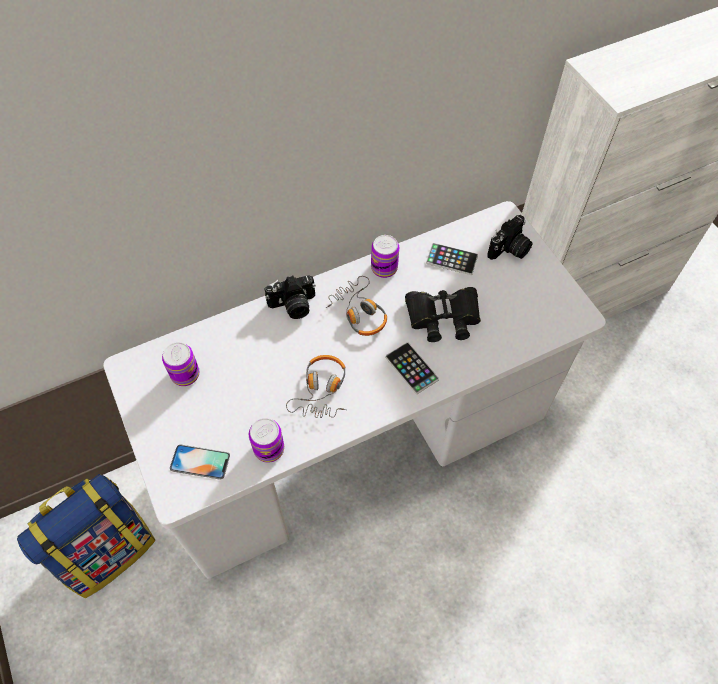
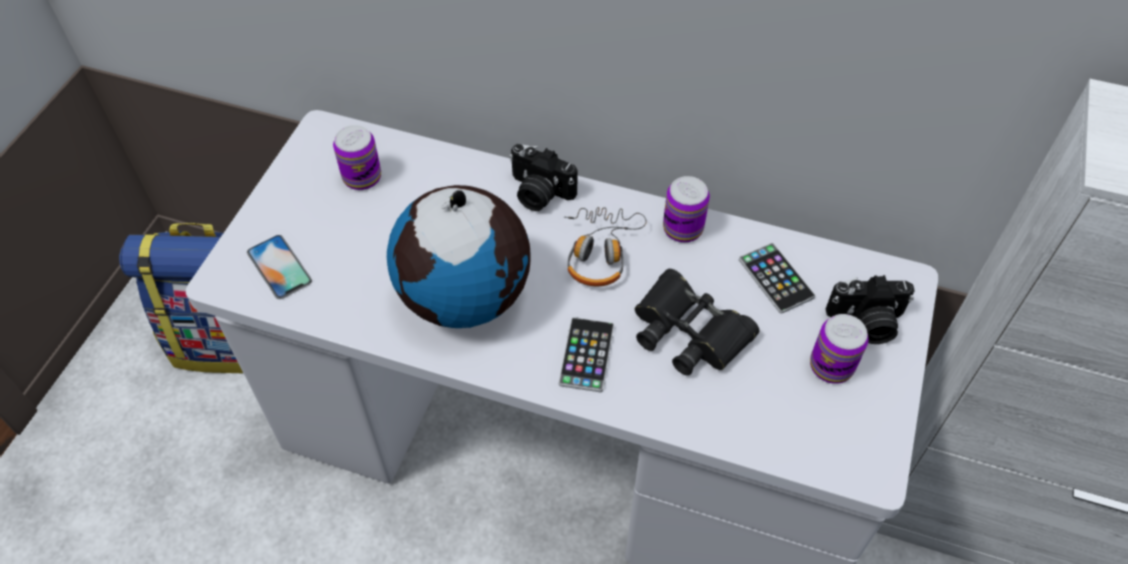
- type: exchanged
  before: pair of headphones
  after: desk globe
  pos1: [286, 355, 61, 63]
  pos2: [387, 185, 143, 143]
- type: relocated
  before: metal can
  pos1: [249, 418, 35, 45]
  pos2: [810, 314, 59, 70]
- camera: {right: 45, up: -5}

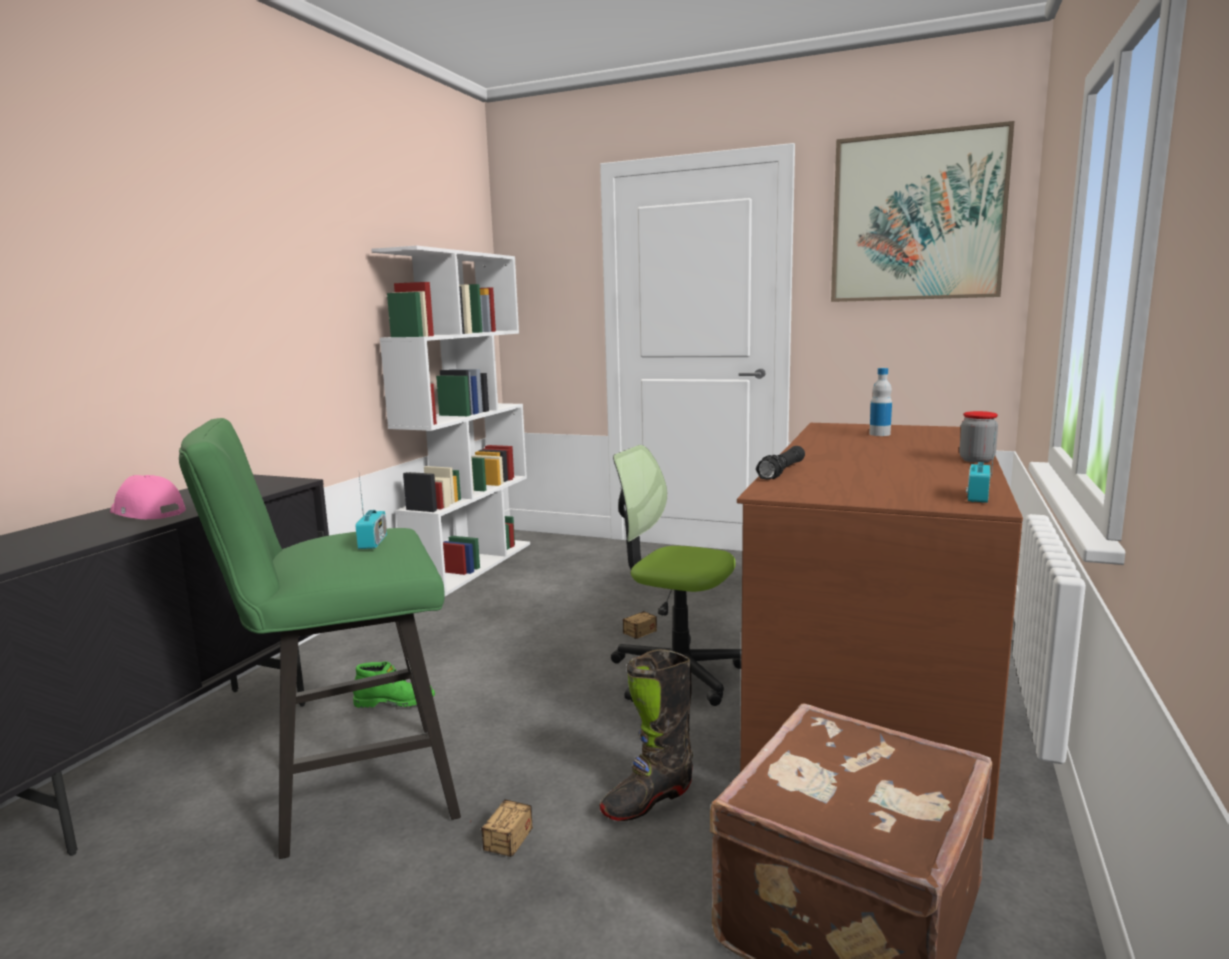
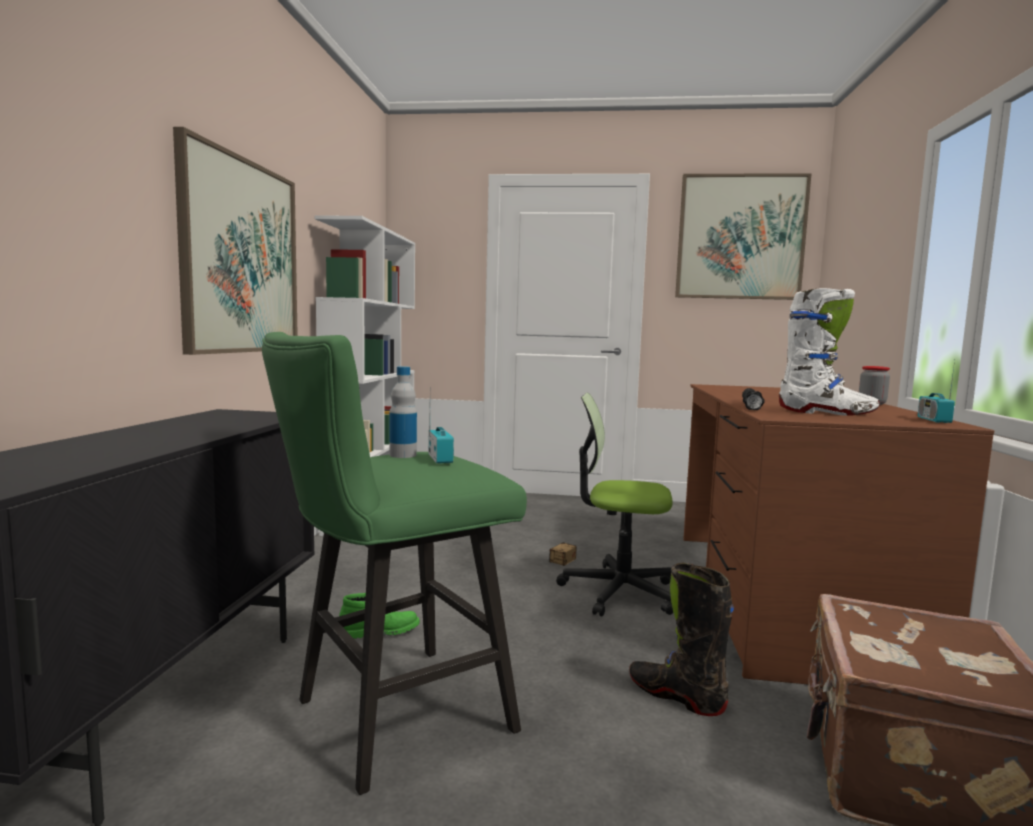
- type: relocated
  before: drink bottle
  pos1: [869, 368, 23, 68]
  pos2: [389, 366, 28, 92]
- type: missing
  before: pinkish baseball cap
  pos1: [110, 475, 76, 44]
- type: spun
  before: blackish boot
  pos1: [599, 649, 94, 172]
  pos2: [630, 563, 104, 153]
  turn: 90
- type: missing
  before: storage container
  pos1: [470, 800, 63, 57]
- type: appeared
  after: wall picture
  pos2: [173, 127, 125, 228]
- type: appeared
  after: white-coloured boot
  pos2: [779, 288, 101, 128]
- camera: {right: -15, up: -5}

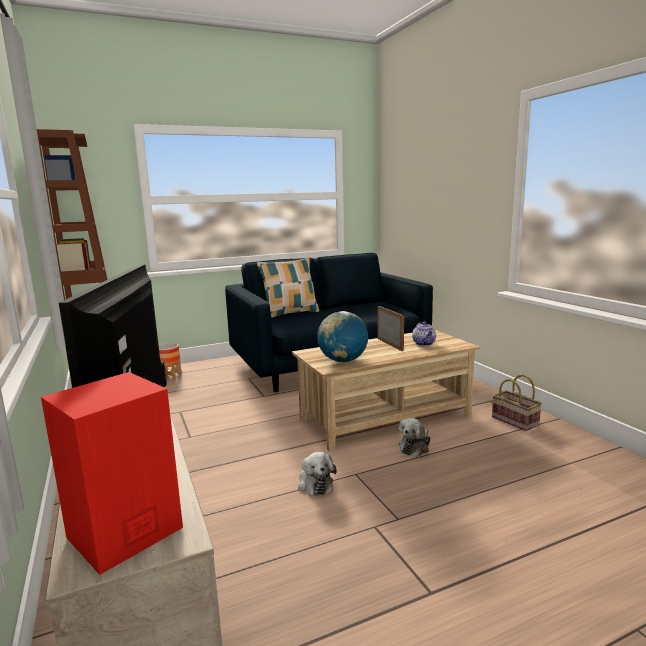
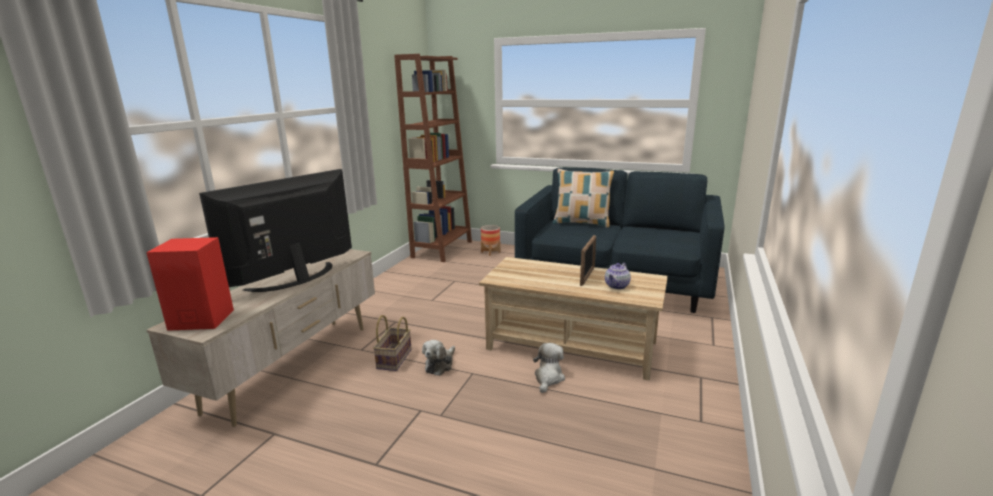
- type: missing
  before: desk globe
  pos1: [317, 311, 51, 51]
- type: relocated
  before: household basket
  pos1: [492, 374, 50, 57]
  pos2: [373, 315, 39, 56]
- type: spun
  before: soft toy
  pos1: [399, 418, 32, 39]
  pos2: [533, 343, 32, 50]
  turn: 120
- camera: {right: 45, up: 5}

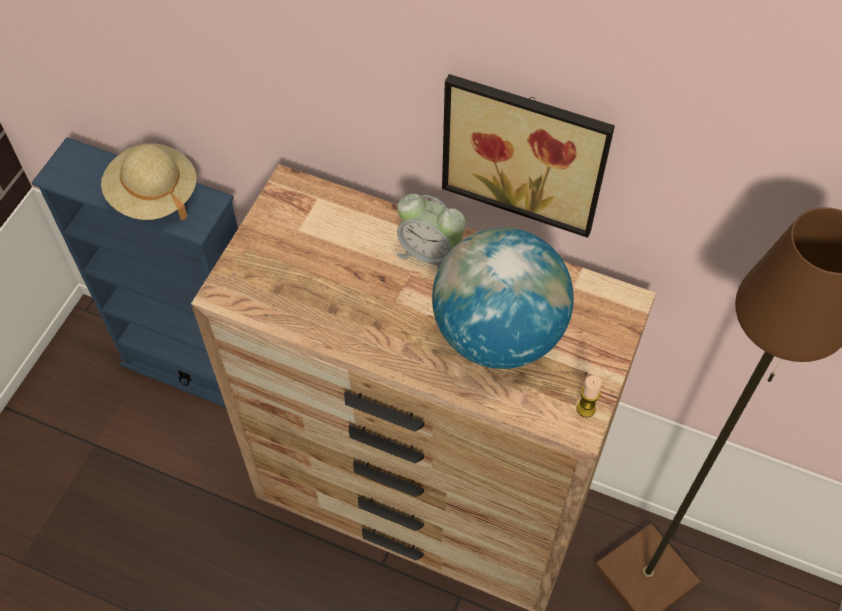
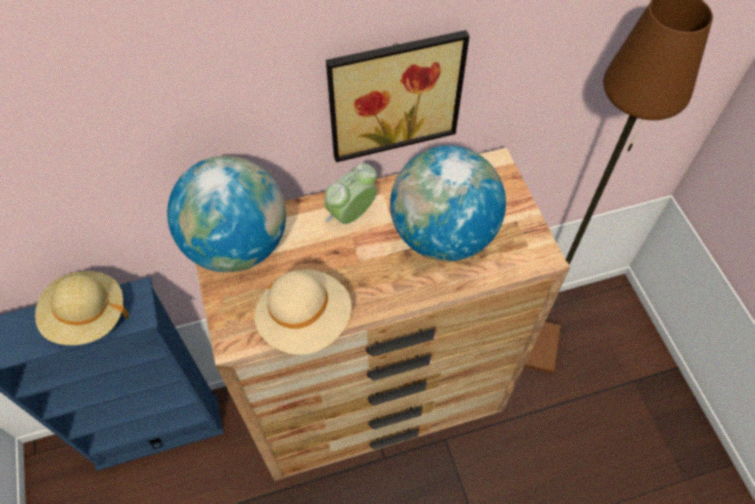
- type: spun
  before: alarm clock
  pos1: [397, 194, 69, 75]
  pos2: [324, 163, 53, 61]
  turn: 150
- type: missing
  before: candle
  pos1: [576, 375, 26, 42]
- type: appeared
  after: desk globe
  pos2: [167, 156, 119, 116]
- type: appeared
  after: beige-coloured clothing hat
  pos2: [254, 269, 98, 86]
- camera: {right: -40, up: 0}

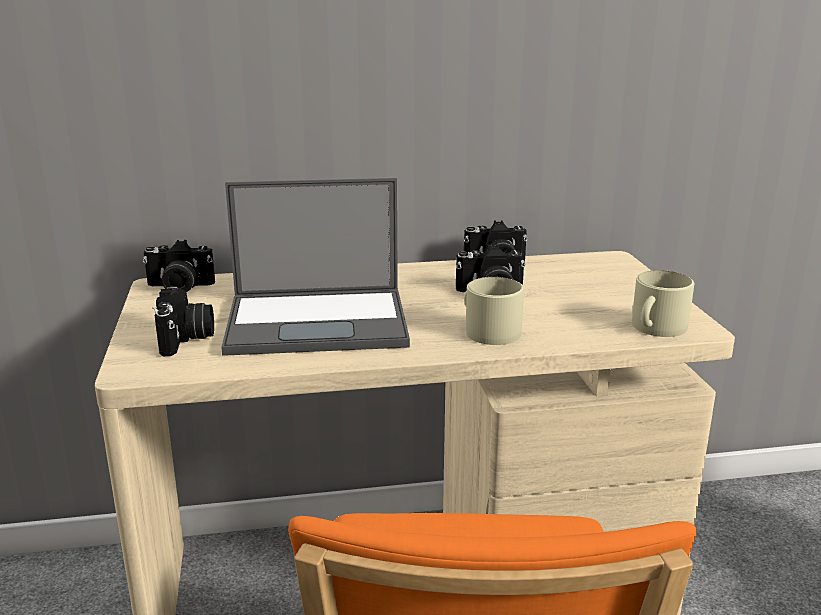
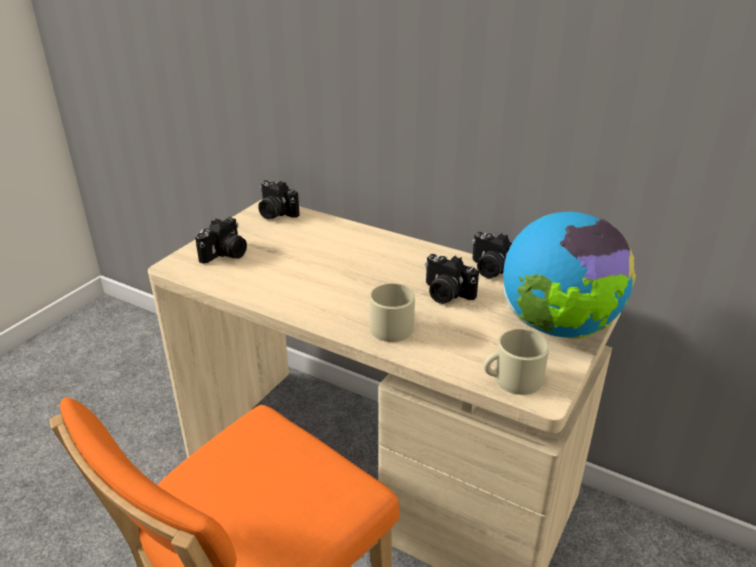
- type: missing
  before: notebook computer
  pos1: [221, 178, 189, 178]
- type: appeared
  after: desk globe
  pos2: [503, 212, 133, 127]
- camera: {right: 40, up: 10}

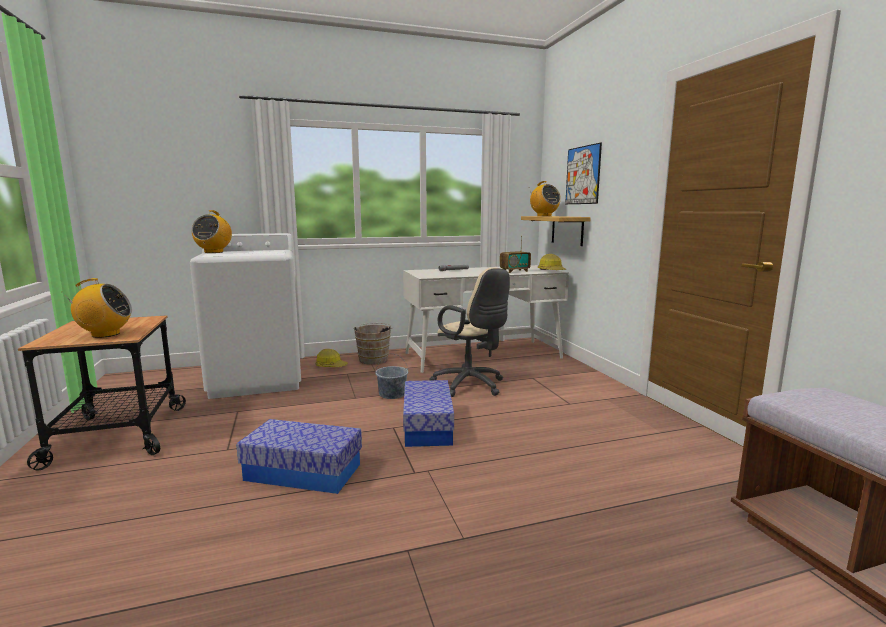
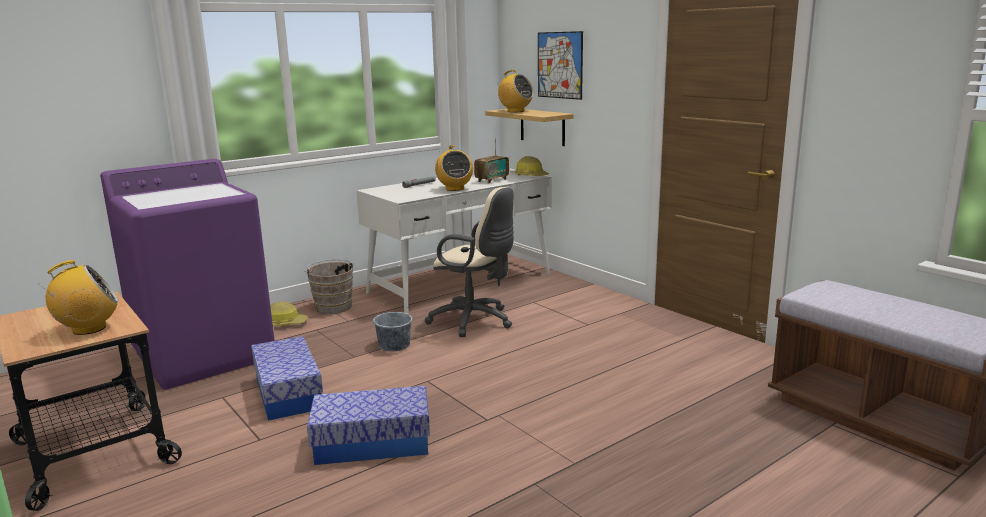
- type: relocated
  before: radio receiver
  pos1: [192, 210, 40, 43]
  pos2: [435, 145, 38, 46]
- type: colour
  before: white-coloured laundry machine
  after: purplish laundry machine
  pos1: [190, 233, 111, 166]
  pos2: [100, 159, 175, 231]
- type: relocated
  before: storage container
  pos1: [403, 380, 51, 67]
  pos2: [251, 336, 72, 85]
- camera: {right: -20, up: 5}

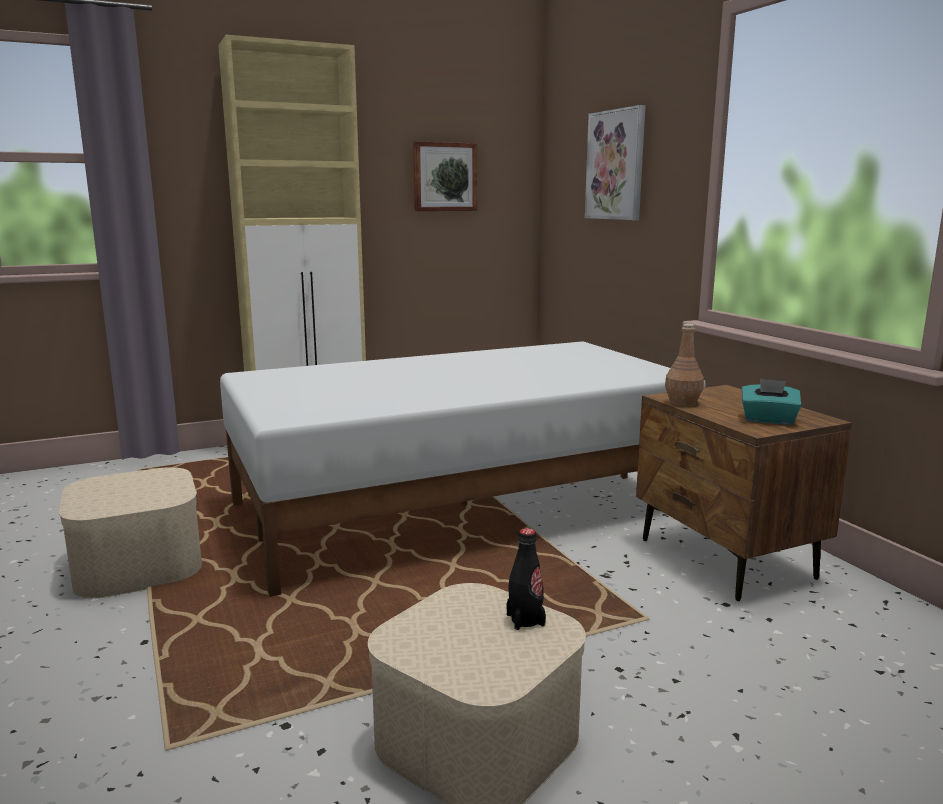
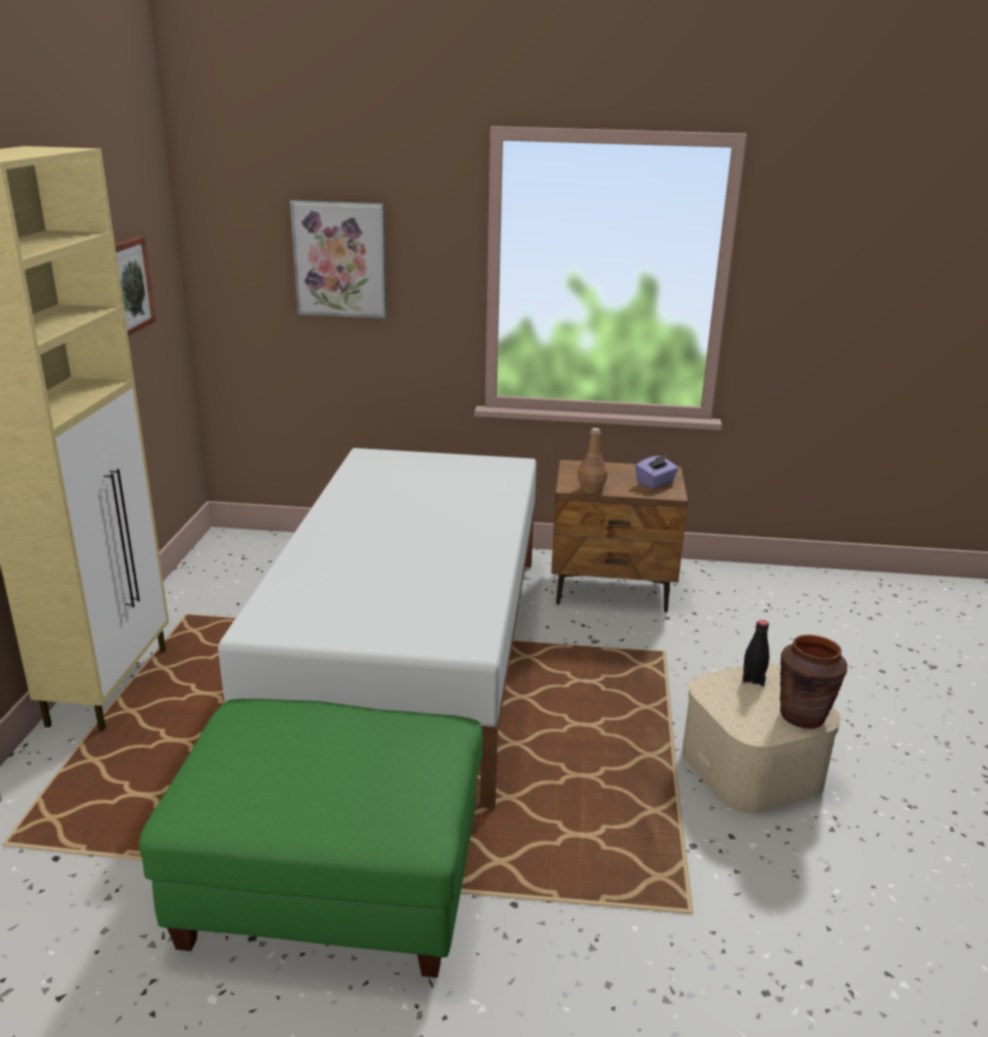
- type: colour
  before: turquoise tissue box
  after: purplish tissue box
  pos1: [741, 379, 61, 45]
  pos2: [635, 454, 44, 35]
- type: exchanged
  before: beige-coloured storage container
  after: green-coloured pouffe
  pos1: [59, 467, 143, 132]
  pos2: [139, 699, 344, 279]
- type: appeared
  after: brown vase
  pos2: [780, 635, 67, 94]
- camera: {right: -60, up: 10}

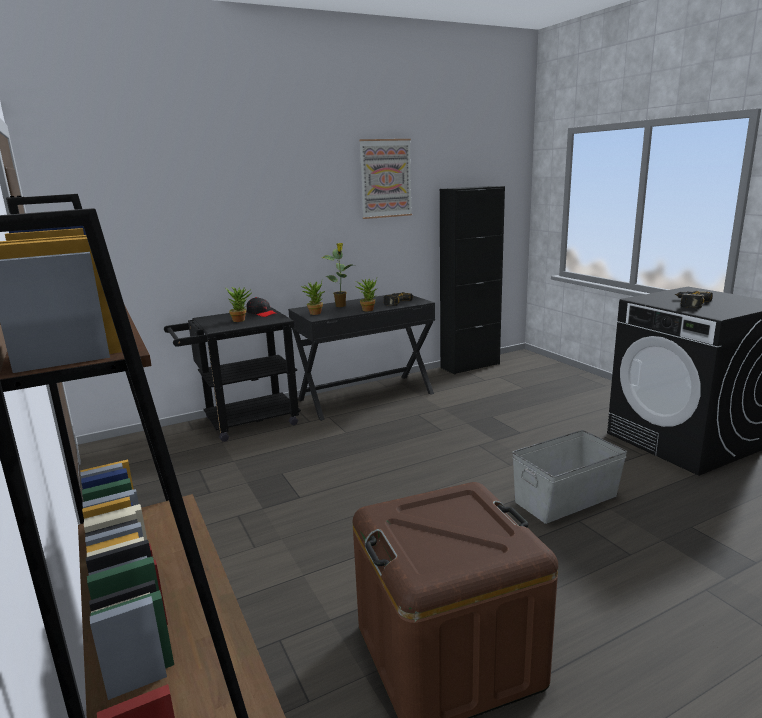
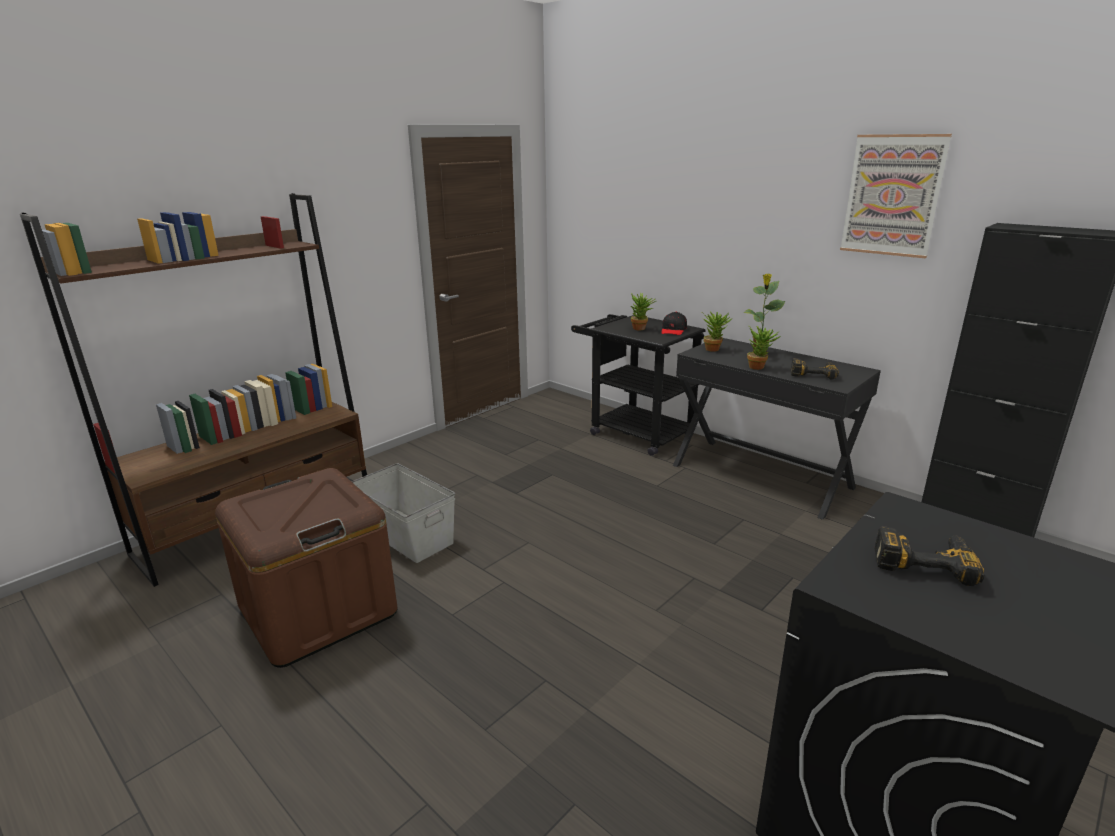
- type: relocated
  before: grey storage container
  pos1: [512, 430, 115, 94]
  pos2: [352, 463, 103, 100]
- camera: {right: 70, up: 5}

